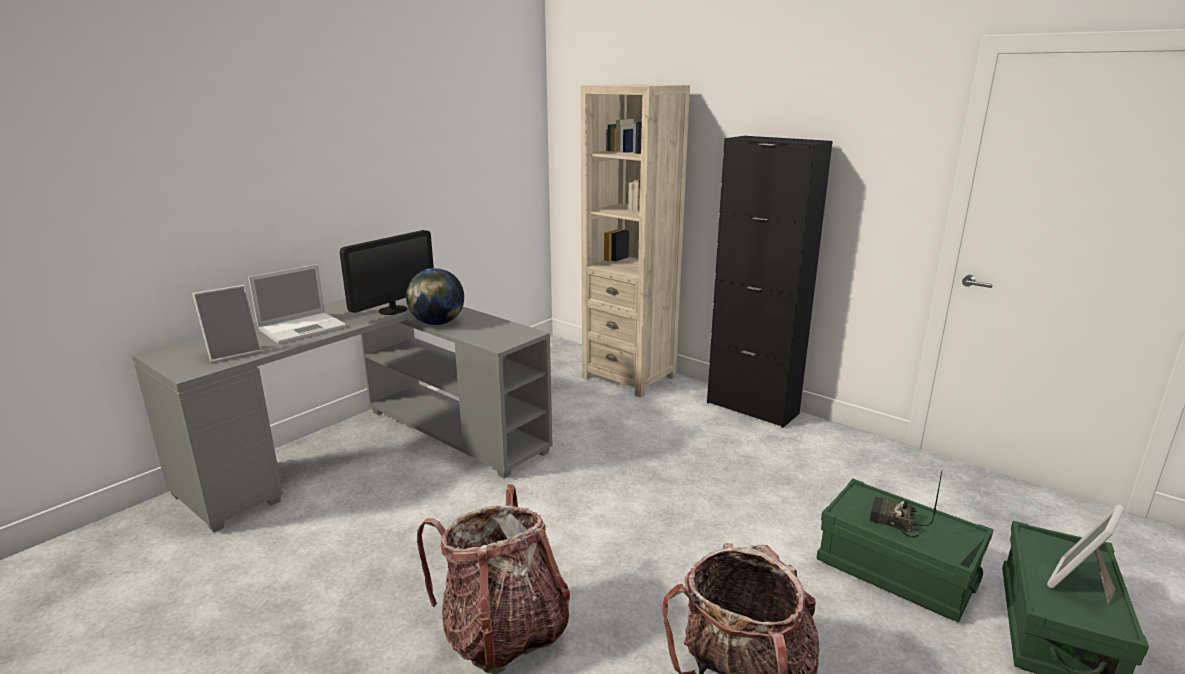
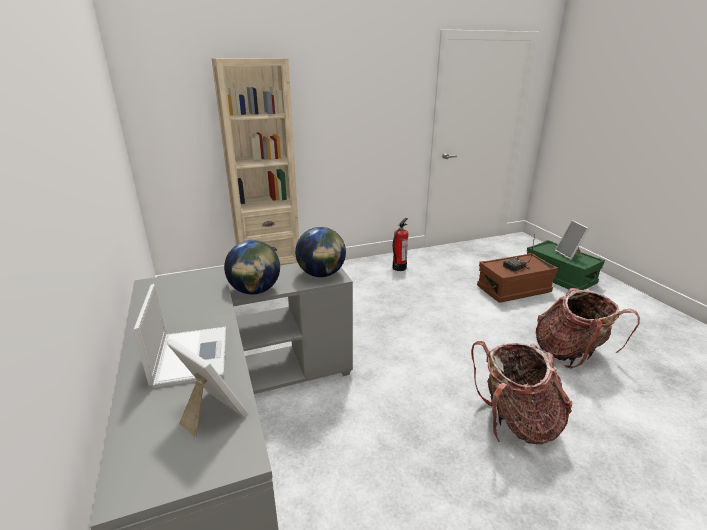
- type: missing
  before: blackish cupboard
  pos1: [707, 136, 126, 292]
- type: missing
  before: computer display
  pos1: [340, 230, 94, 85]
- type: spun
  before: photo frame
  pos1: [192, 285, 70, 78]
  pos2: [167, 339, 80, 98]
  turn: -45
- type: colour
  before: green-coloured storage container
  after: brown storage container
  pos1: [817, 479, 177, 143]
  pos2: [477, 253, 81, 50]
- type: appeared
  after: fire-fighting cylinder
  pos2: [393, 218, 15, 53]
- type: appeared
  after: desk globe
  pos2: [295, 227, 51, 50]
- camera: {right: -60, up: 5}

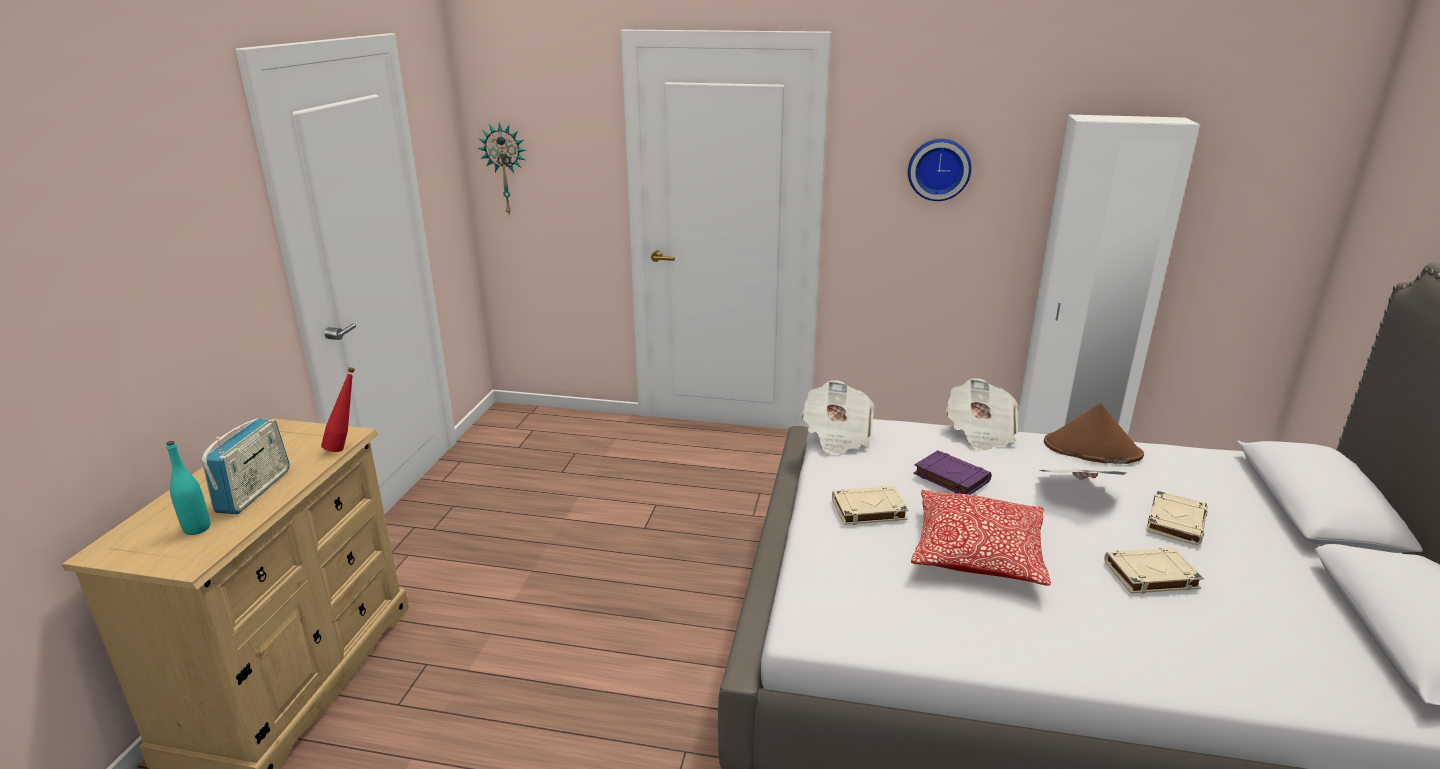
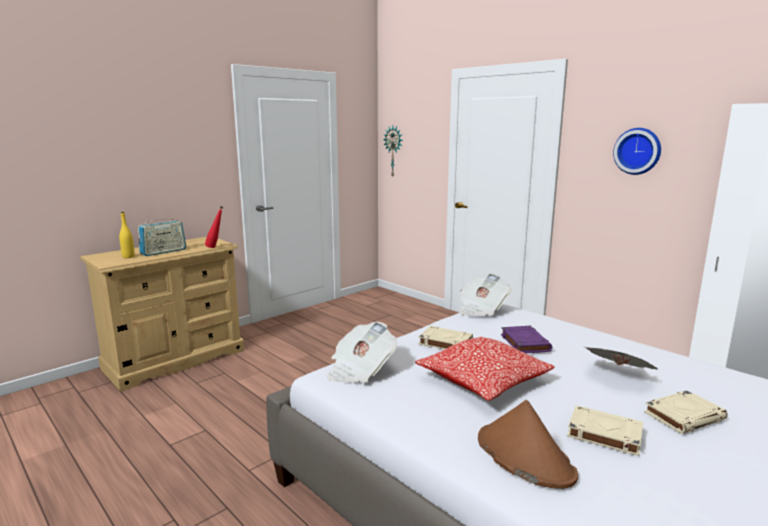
- type: relocated
  before: newspaper
  pos1: [946, 378, 72, 73]
  pos2: [327, 322, 70, 61]
- type: relocated
  before: brown clothing hat
  pos1: [1044, 404, 100, 60]
  pos2: [478, 400, 100, 89]
- type: colour
  before: turquoise drink bottle
  after: yellow drink bottle
  pos1: [166, 441, 44, 94]
  pos2: [119, 212, 16, 46]
- camera: {right: 35, up: -10}

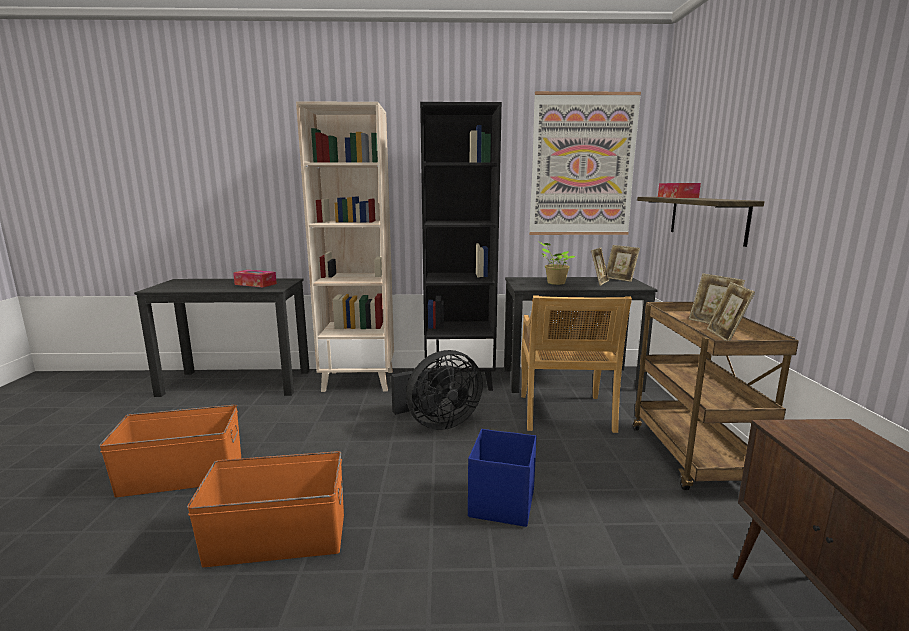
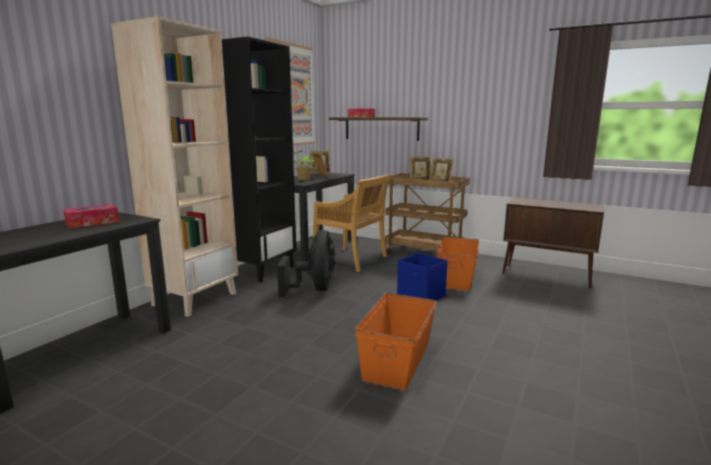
- type: relocated
  before: orangey storage container
  pos1: [99, 405, 142, 92]
  pos2: [436, 237, 43, 54]
- camera: {right: -60, up: 0}

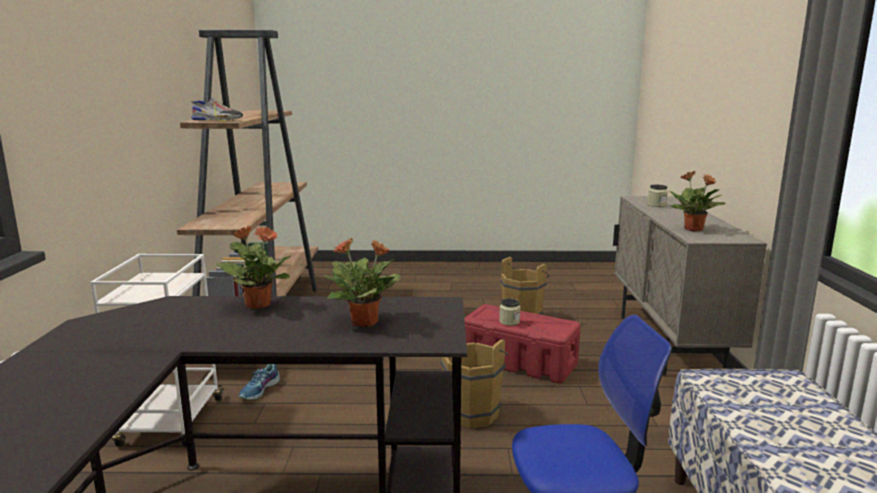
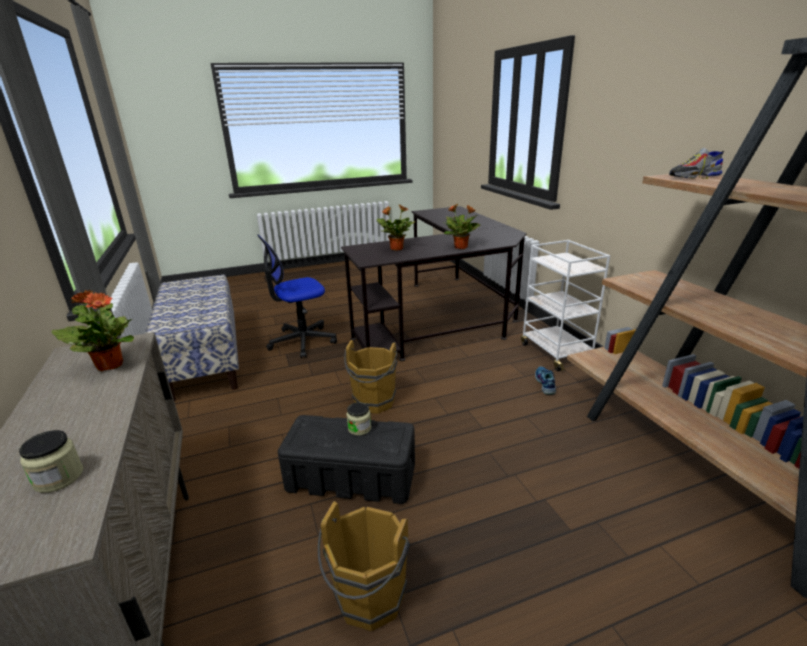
- type: colour
  before: red storage container
  after: blackish storage container
  pos1: [464, 304, 117, 79]
  pos2: [278, 415, 137, 89]
- camera: {right: 160, up: 10}

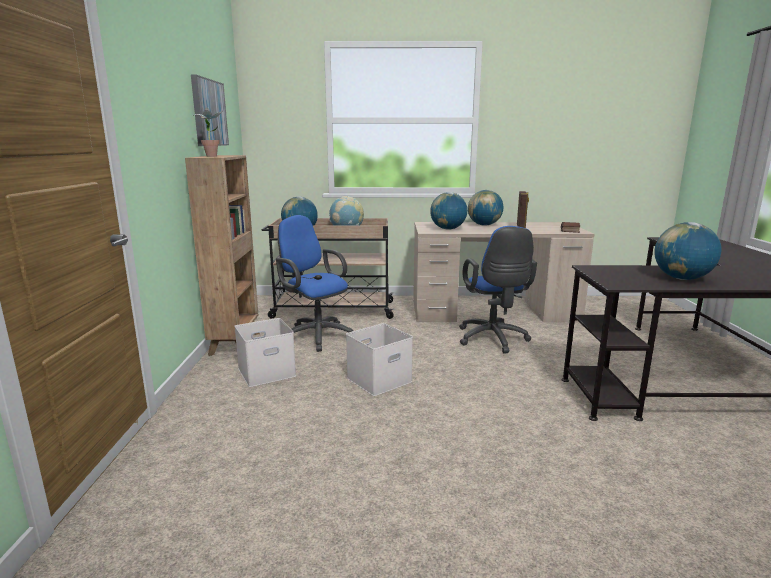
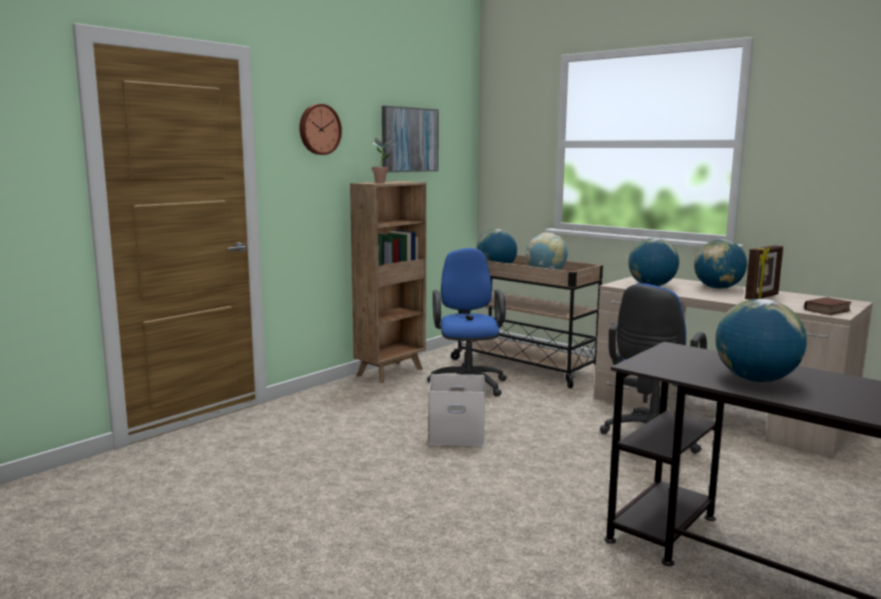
- type: missing
  before: white-coloured storage container
  pos1: [234, 318, 62, 69]
- type: appeared
  after: clock on the wall
  pos2: [299, 104, 43, 51]
- camera: {right: 40, up: -5}

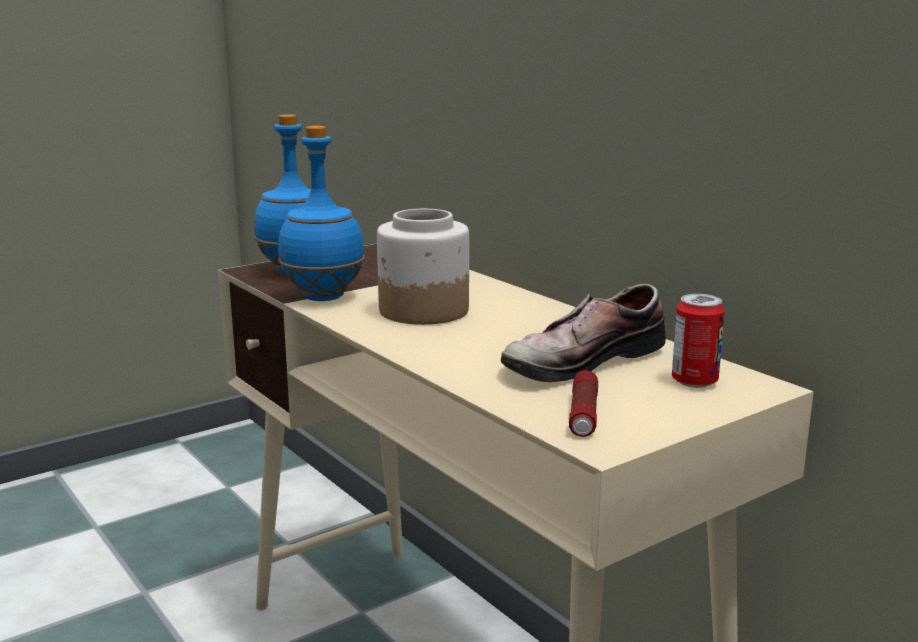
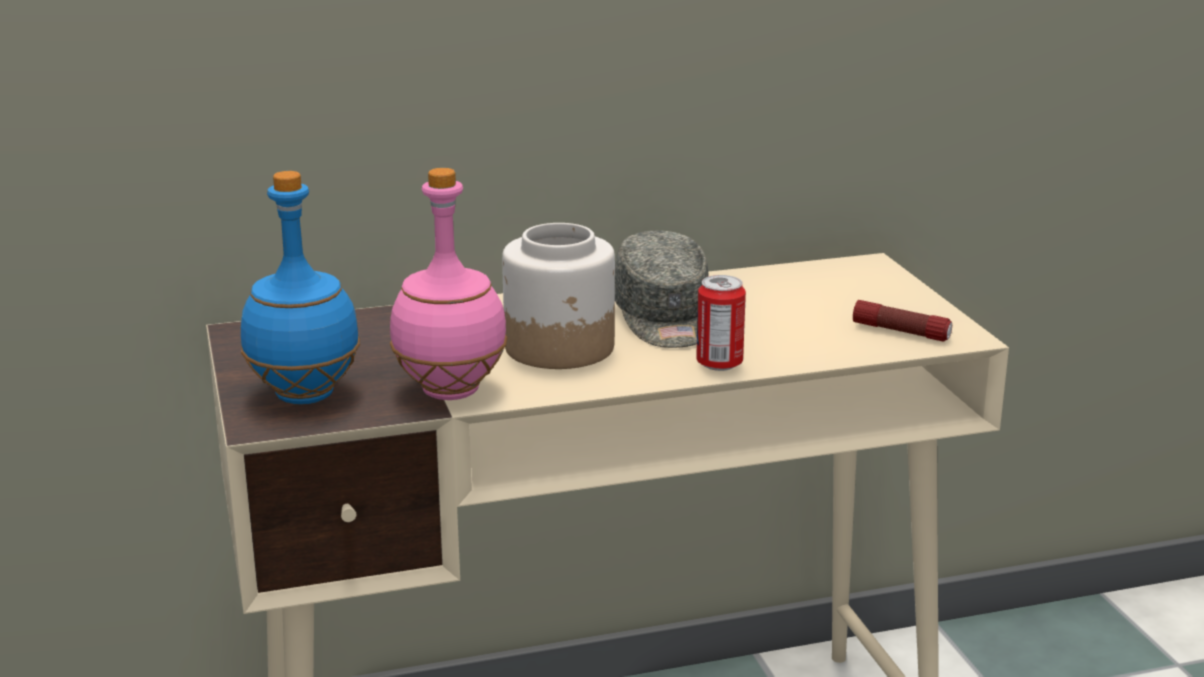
- type: colour
  before: blue-coloured drink bottle
  after: pinkish drink bottle
  pos1: [278, 126, 87, 175]
  pos2: [390, 168, 117, 232]
- type: missing
  before: shoe
  pos1: [501, 284, 165, 98]
- type: relocated
  before: metal can
  pos1: [672, 294, 53, 94]
  pos2: [696, 275, 50, 96]
- type: appeared
  after: grey baseball cap
  pos2: [615, 230, 93, 118]
- camera: {right: -70, up: 5}

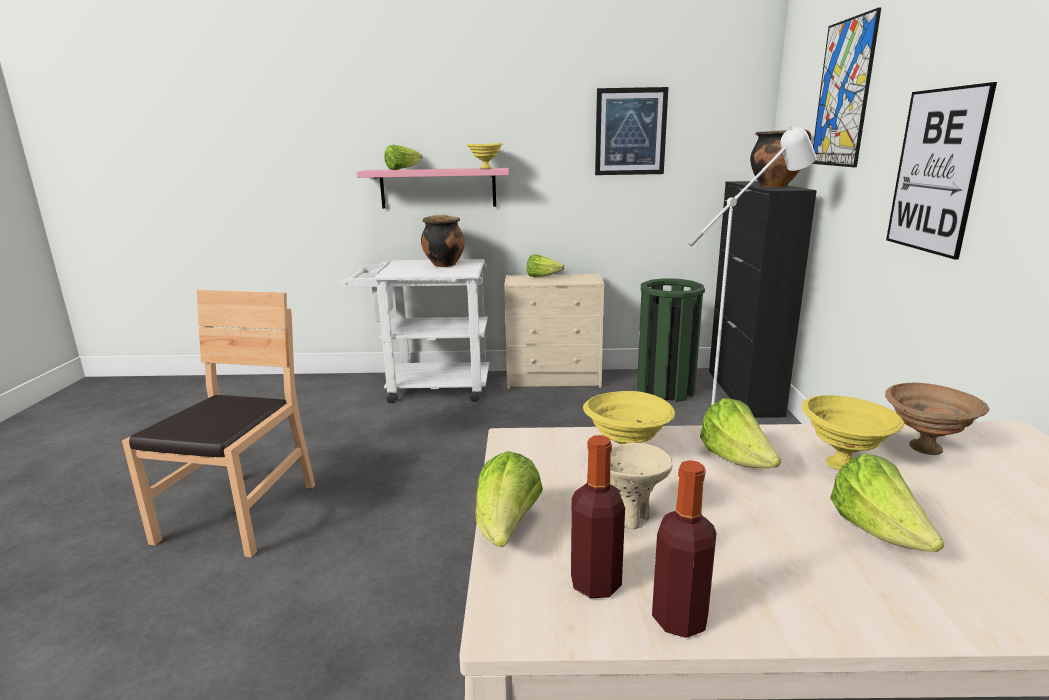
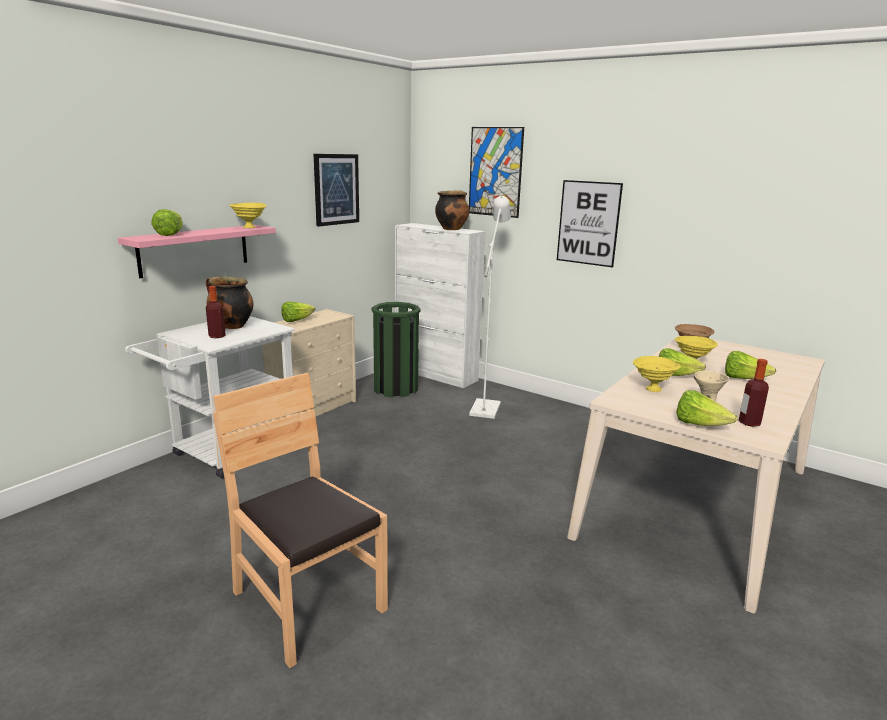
- type: colour
  before: blackish cupboard
  after: white-coloured cupboard
  pos1: [709, 181, 108, 237]
  pos2: [395, 223, 91, 165]
- type: relocated
  before: drink bottle
  pos1: [652, 460, 65, 178]
  pos2: [206, 286, 20, 52]
- camera: {right: -55, up: 0}

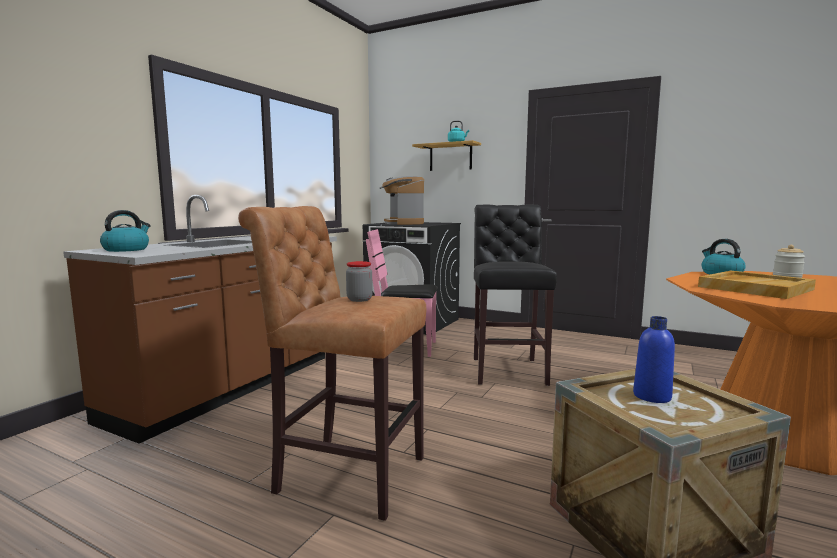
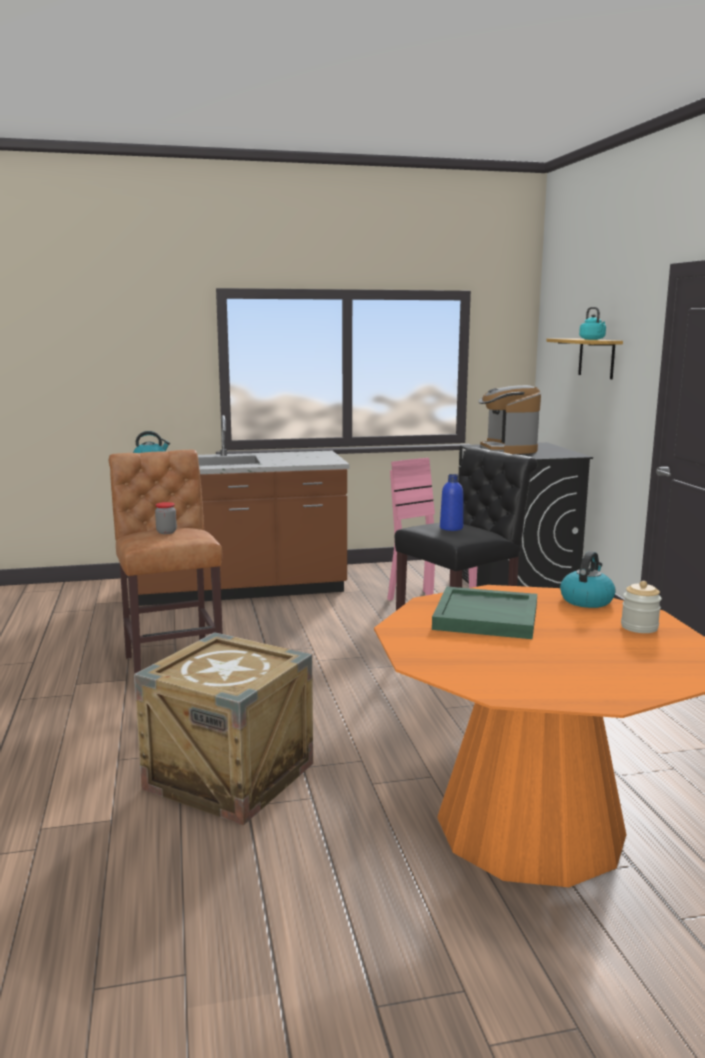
- type: spun
  before: coffee machine
  pos1: [380, 176, 45, 49]
  pos2: [478, 385, 63, 69]
  turn: -45
- type: colour
  before: beige-coloured serving tray
  after: green-coloured serving tray
  pos1: [698, 271, 118, 28]
  pos2: [432, 586, 105, 53]
- type: relocated
  before: blue-coloured drink bottle
  pos1: [633, 316, 42, 87]
  pos2: [440, 474, 23, 57]
- camera: {right: 50, up: 5}

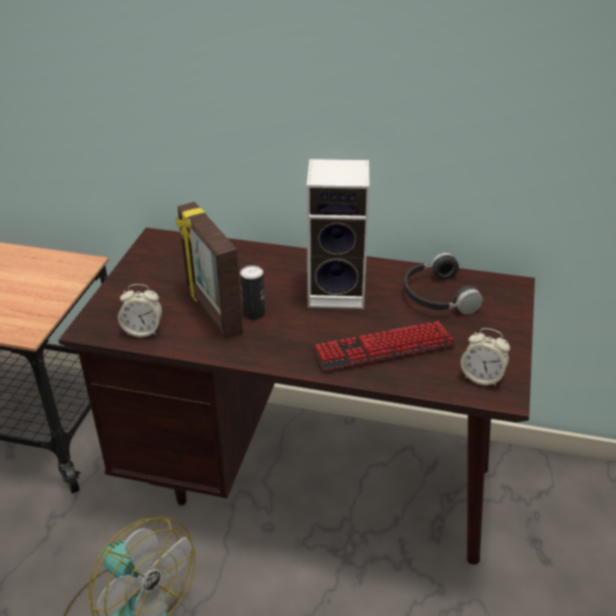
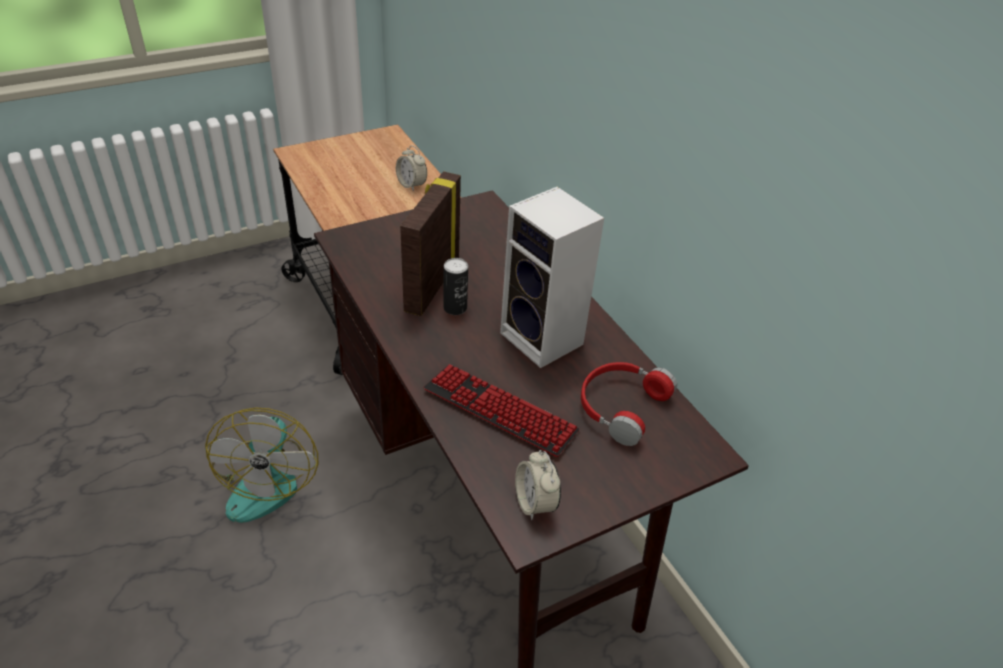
- type: colour
  before: blackish pair of headphones
  after: red pair of headphones
  pos1: [404, 253, 79, 61]
  pos2: [581, 362, 96, 84]
- type: relocated
  before: alarm clock
  pos1: [118, 284, 44, 53]
  pos2: [396, 145, 31, 47]
- camera: {right: 45, up: 5}

